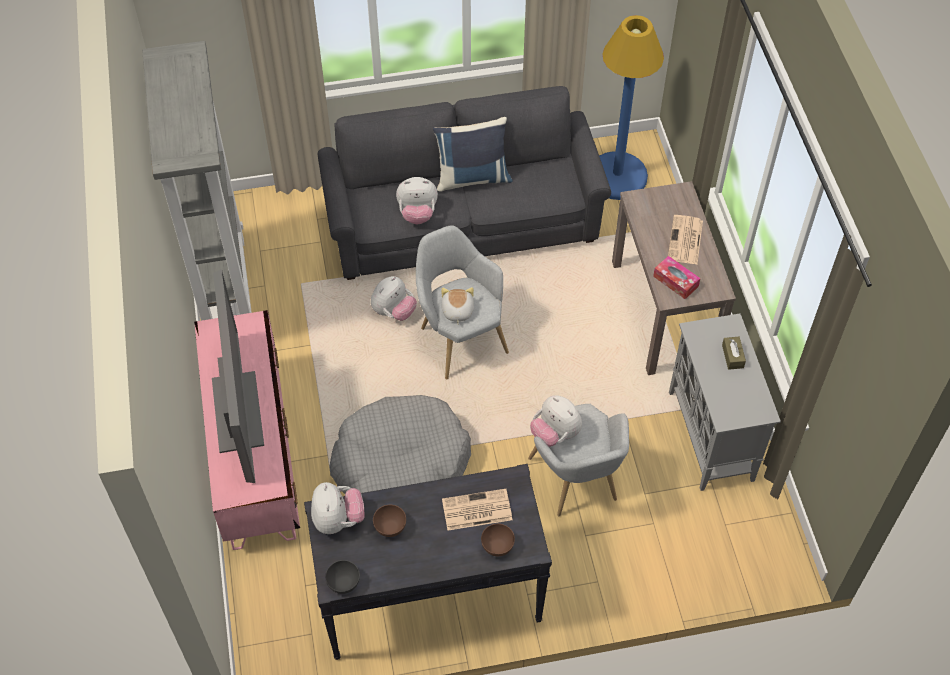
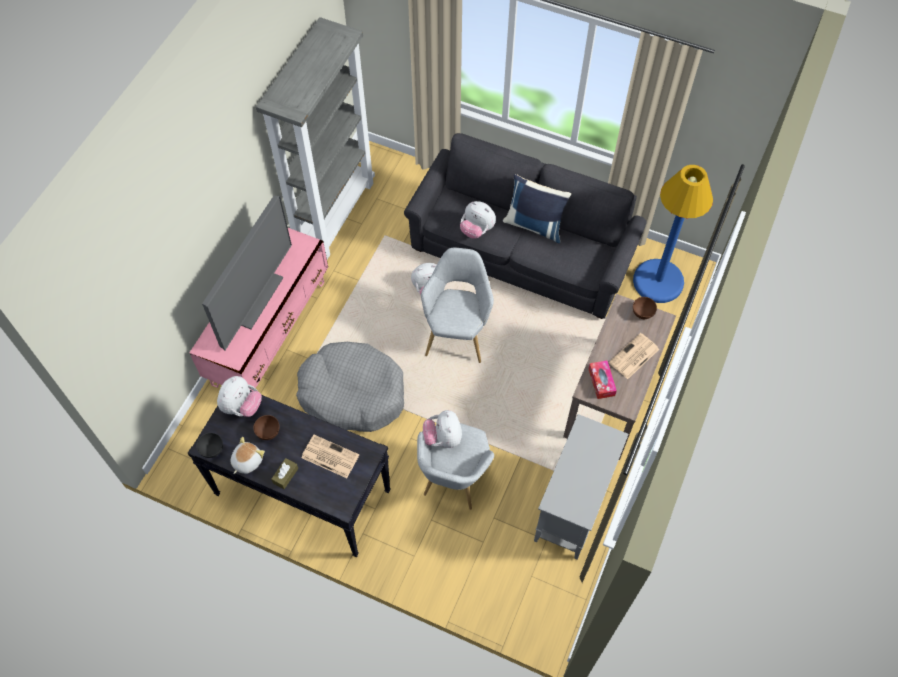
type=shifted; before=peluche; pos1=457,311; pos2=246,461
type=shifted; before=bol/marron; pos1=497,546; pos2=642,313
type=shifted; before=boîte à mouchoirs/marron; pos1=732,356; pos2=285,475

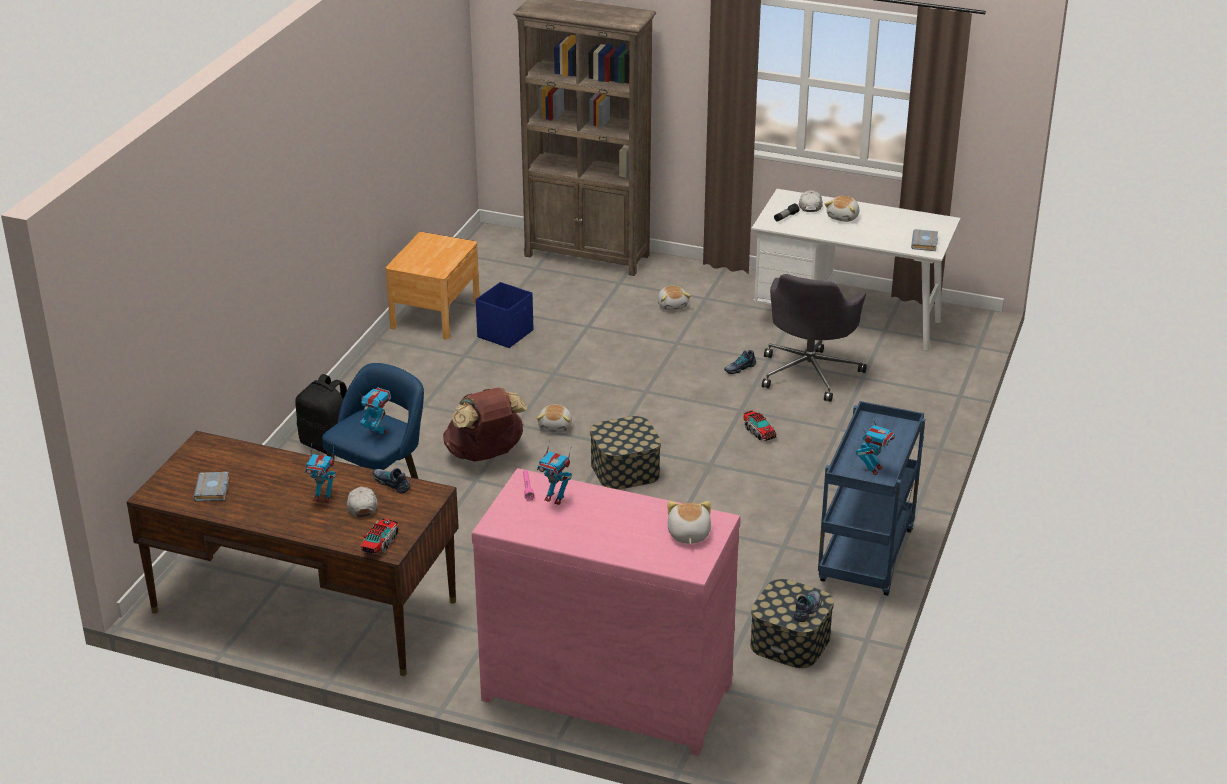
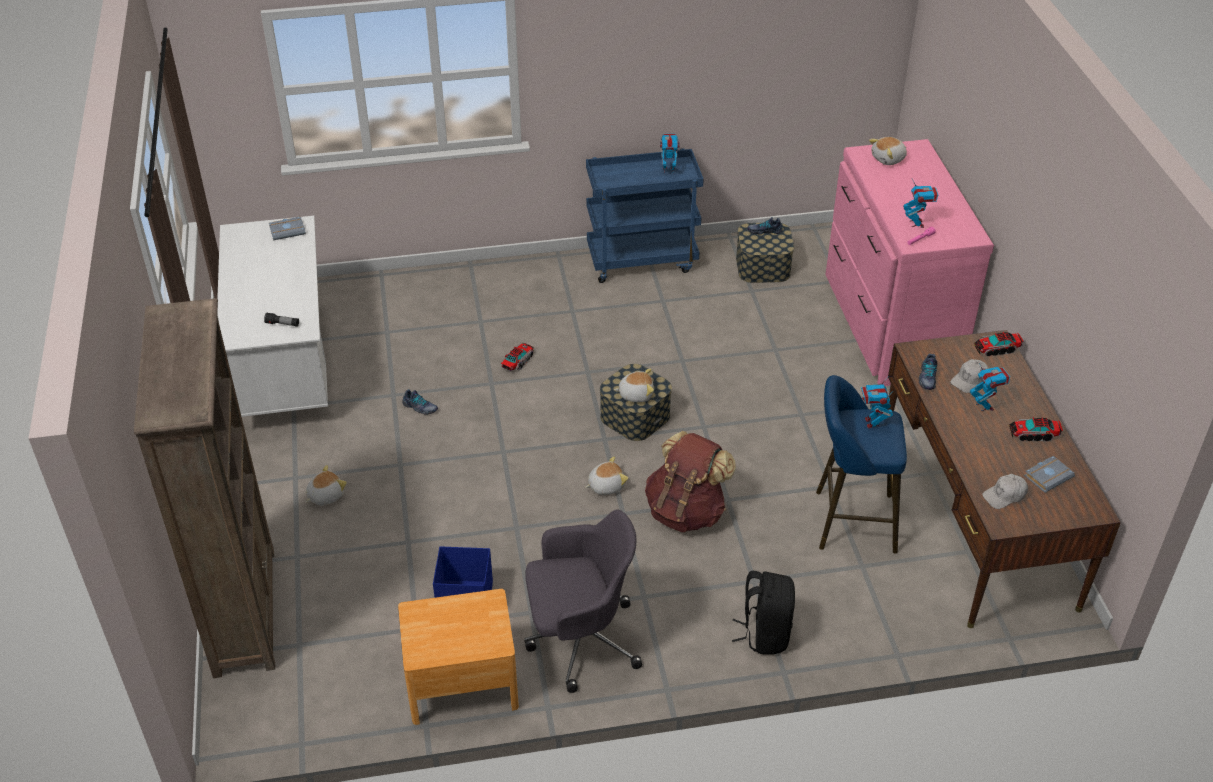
type=shifted; before=chaise de bureau/gris; pos1=810,372; pos2=580,639
type=shifted; before=casquette/blanc; pos1=810,206; pos2=1005,496
type=shifted; before=peluche; pos1=843,217; pos2=635,394
type=new; after=camion jouet; pos2=1033,434

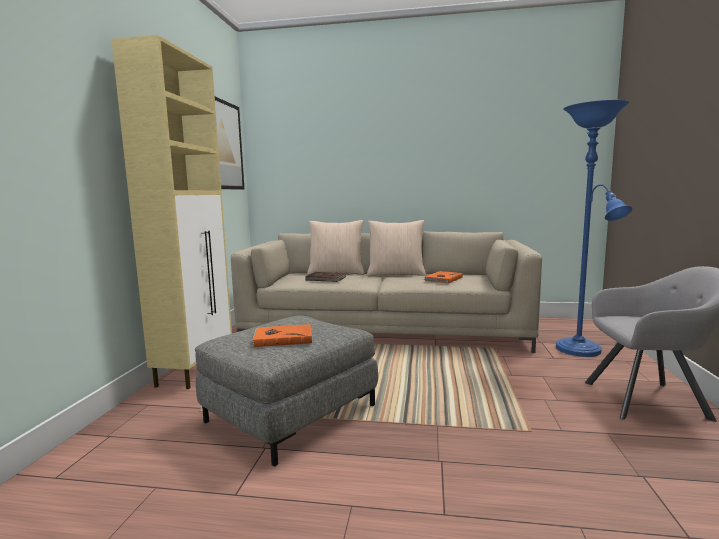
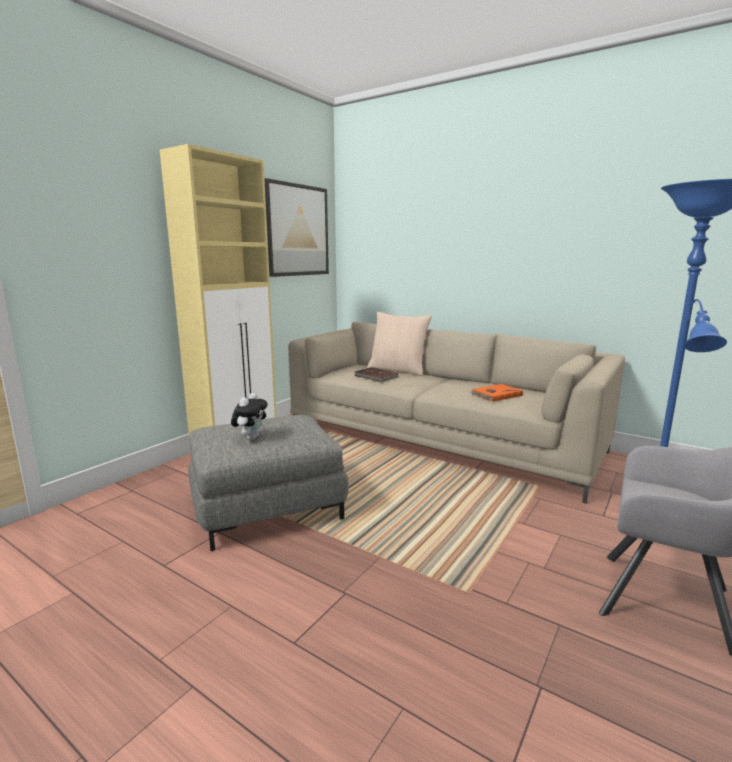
type=swapped; before=livre/orange; after=peluche; pos1=283,338; pos2=251,438
type=gone; before=coussin/beige; pos1=396,274

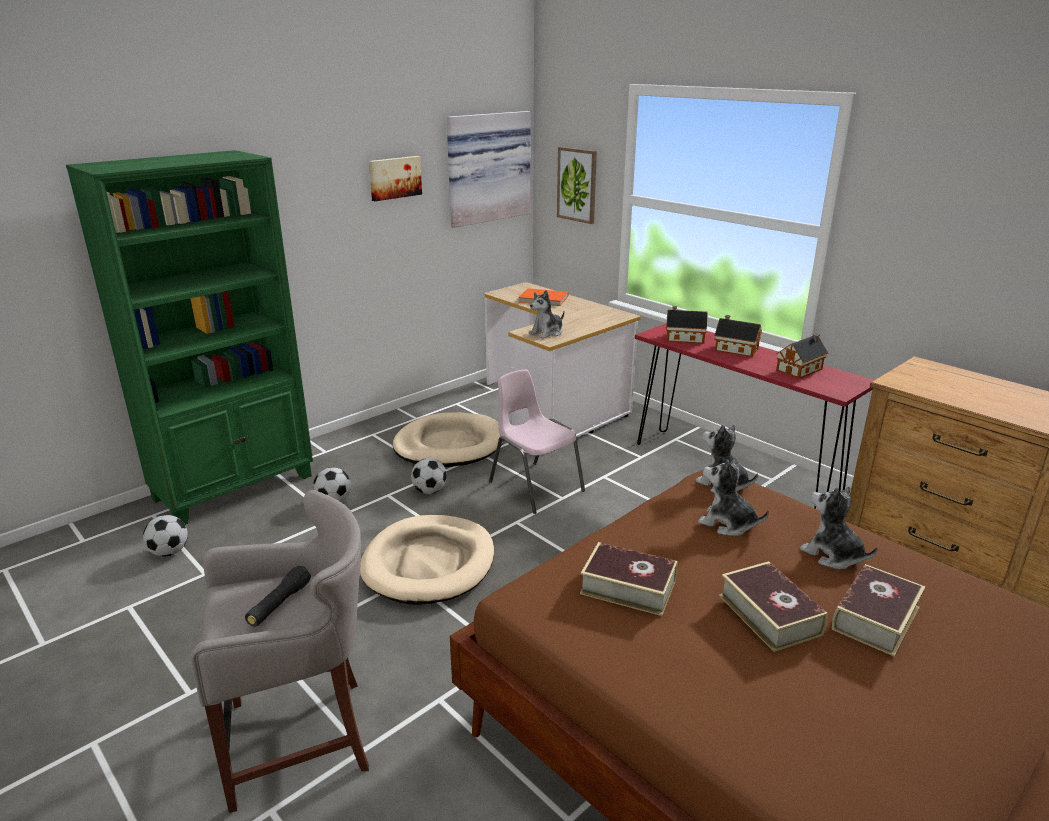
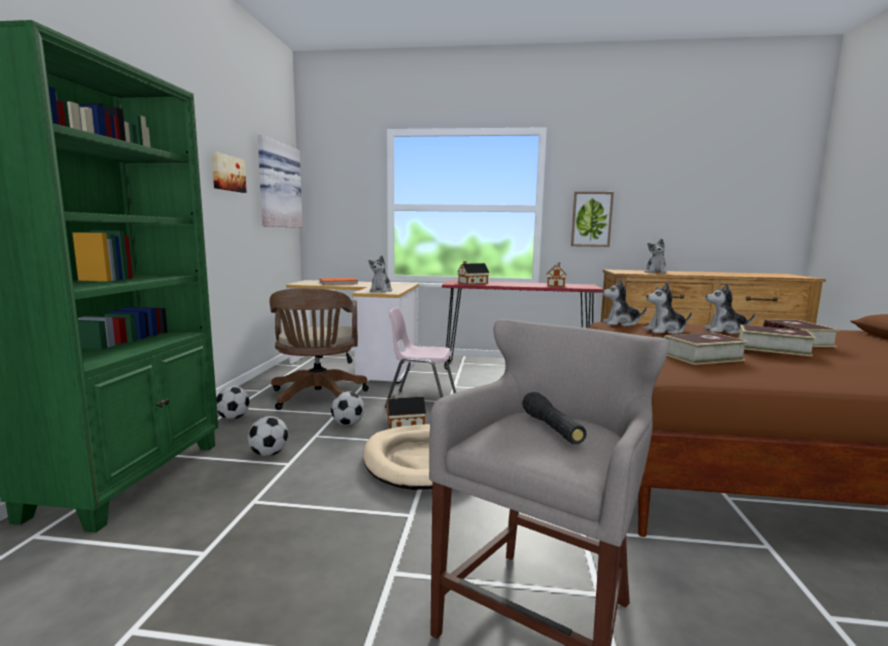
type=shifted; before=ballon de foot; pos1=170,552; pos2=233,418
type=swapped; before=panier pour chien/beige; after=chaise de bureau/marron; pos1=449,445; pos2=317,397
type=shifted; before=tableau; pos1=577,185; pos2=591,219
type=shifted; before=maison miniature; pos1=734,349; pos2=404,424
type=new; after=peluche; pos2=655,272

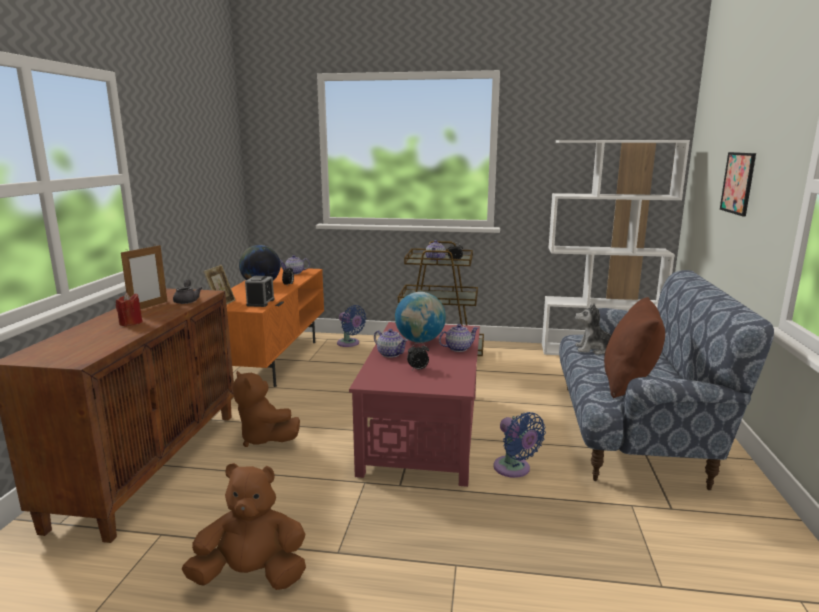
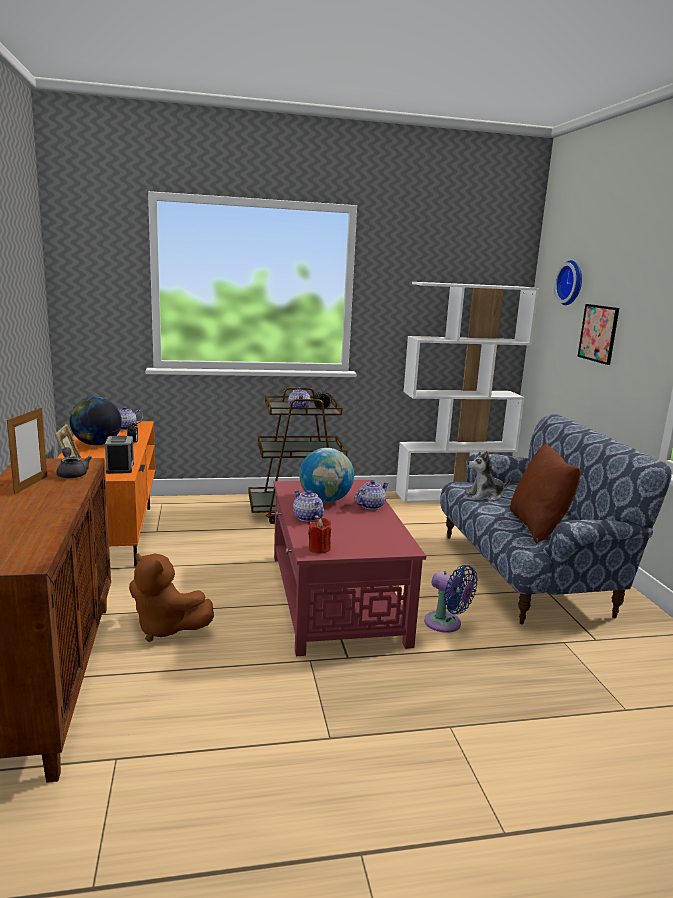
type=shifted; before=bougie/rouge; pos1=131,323; pos2=319,549
type=gone; before=peluche/marron; pos1=252,575
type=gone; before=ventilateur/bleu; pos1=349,343
type=rotated; before=théière; pos1=390,354; pos2=307,518; turn=-150
type=gone; before=réveil; pos1=418,369
type=new; after=horloge murale; pos2=572,283

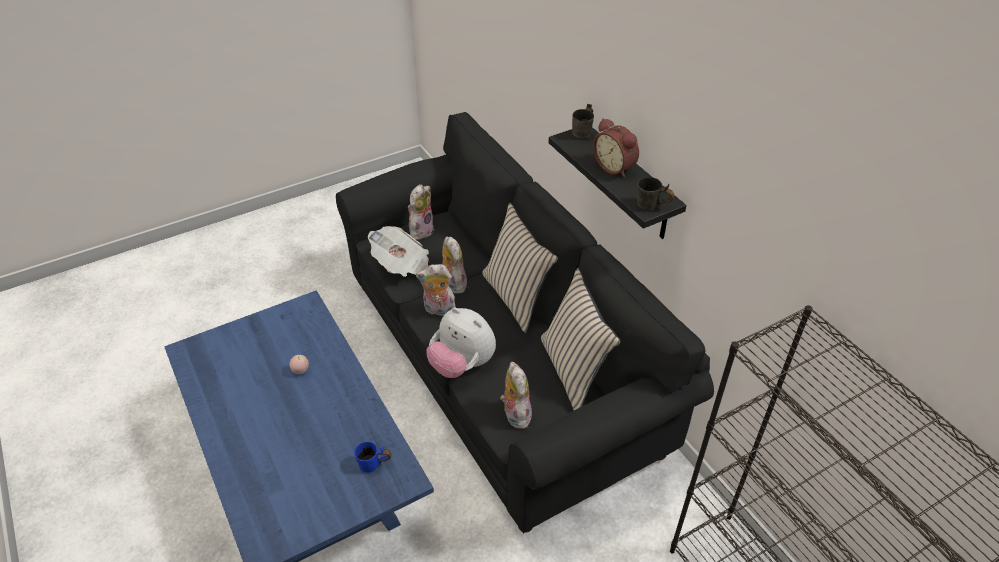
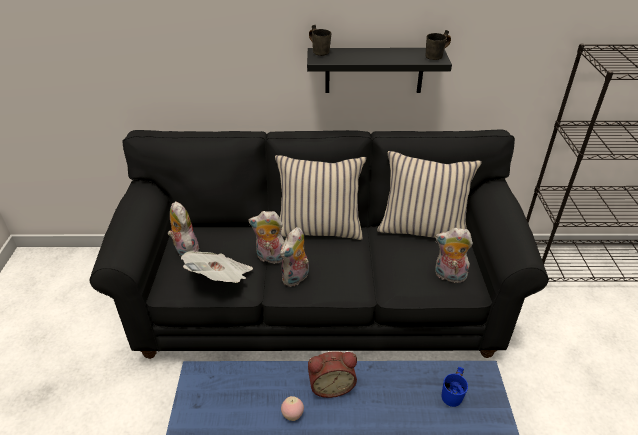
type=gone; before=peluche; pos1=462,365
type=shifted; before=réveil; pos1=615,167; pos2=331,385

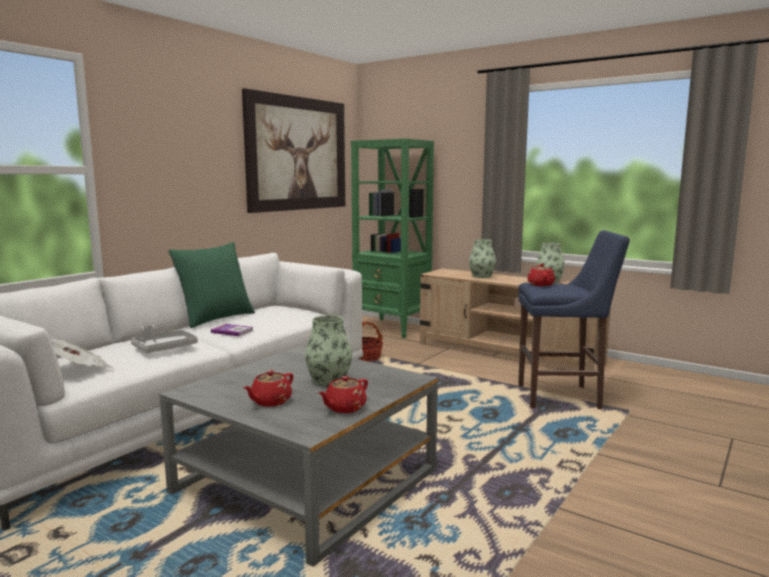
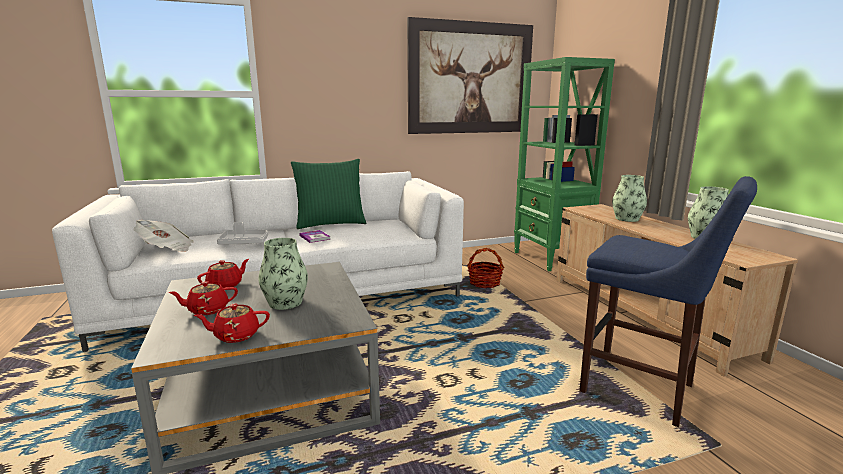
type=shifted; before=théière/rouge; pos1=540,284; pos2=226,285

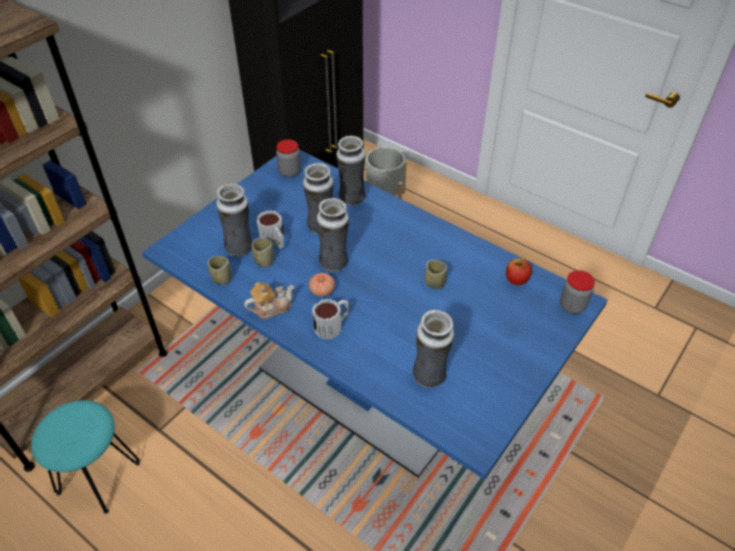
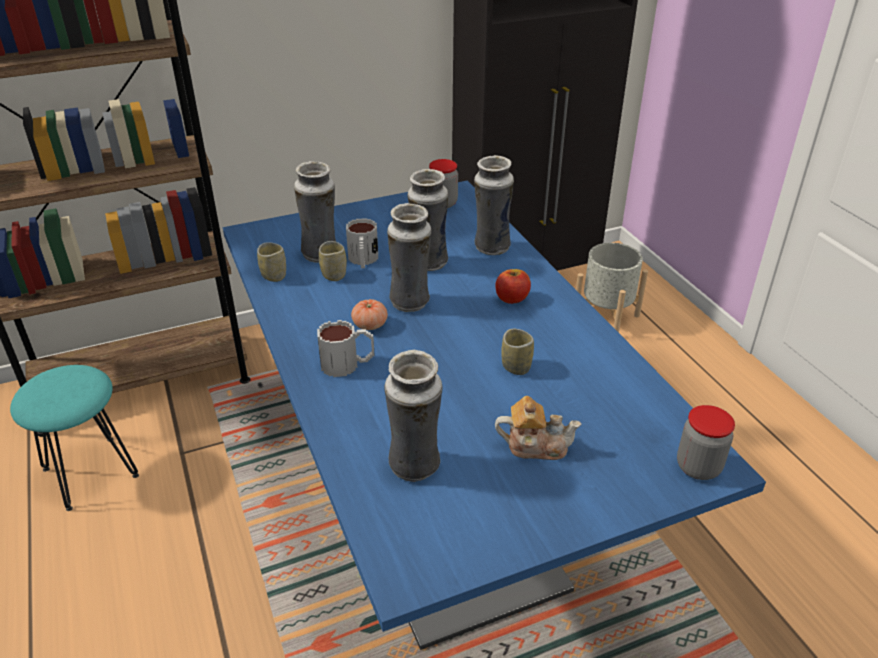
type=shifted; before=théière; pos1=271,308; pos2=535,445
type=shifted; before=pomme; pos1=516,279; pos2=512,298

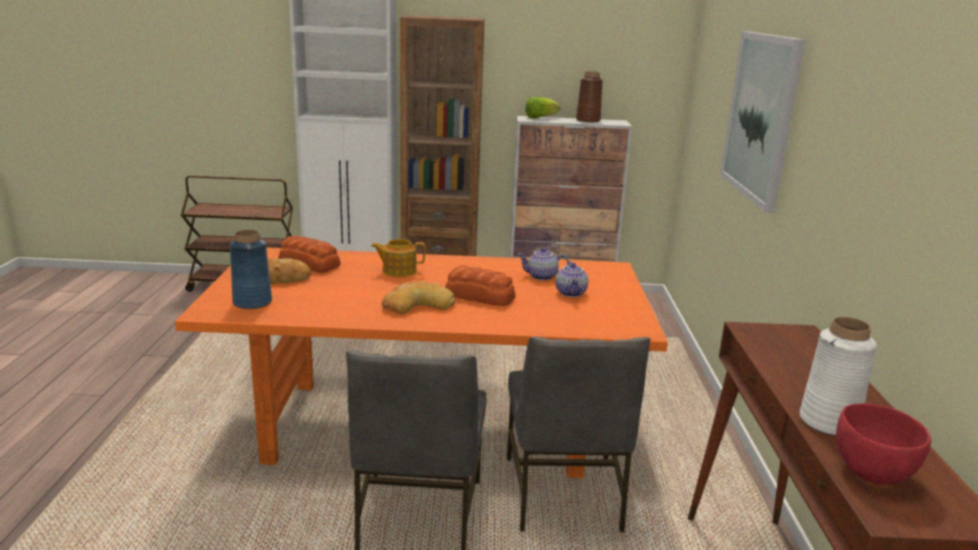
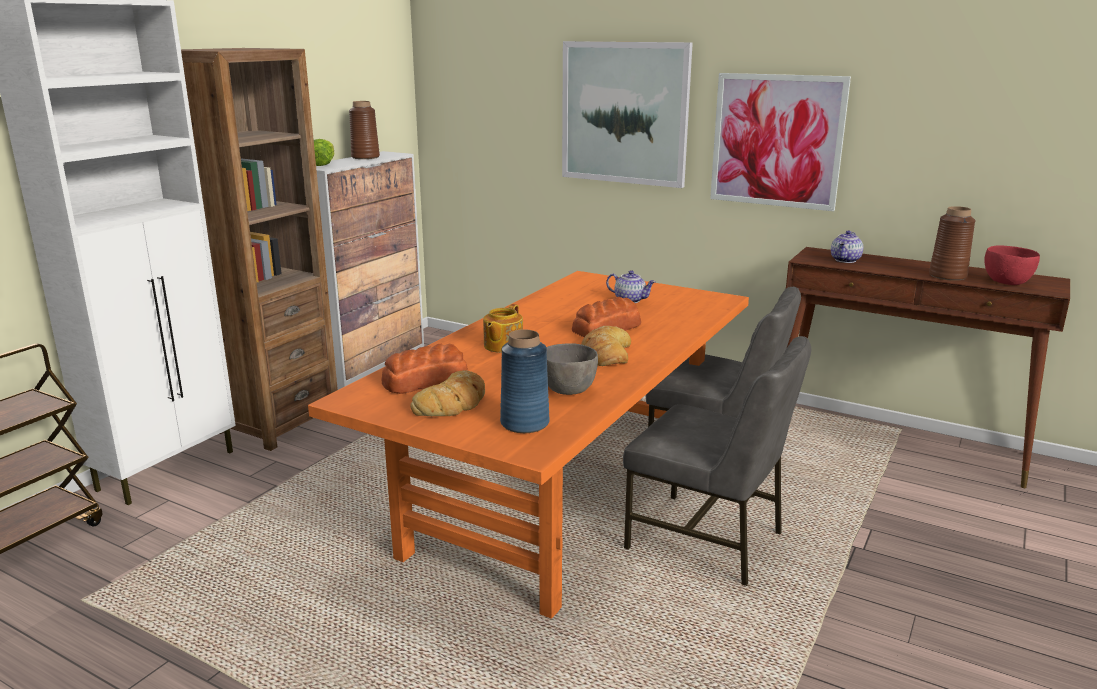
type=shifted; before=théière; pos1=541,277; pos2=846,260
type=repainted; before=vase/blanc; after=vase/marron; pos1=829,422; pos2=947,276
type=new; after=bol/gris; pos2=568,390
type=new; after=tableau; pos2=776,141

